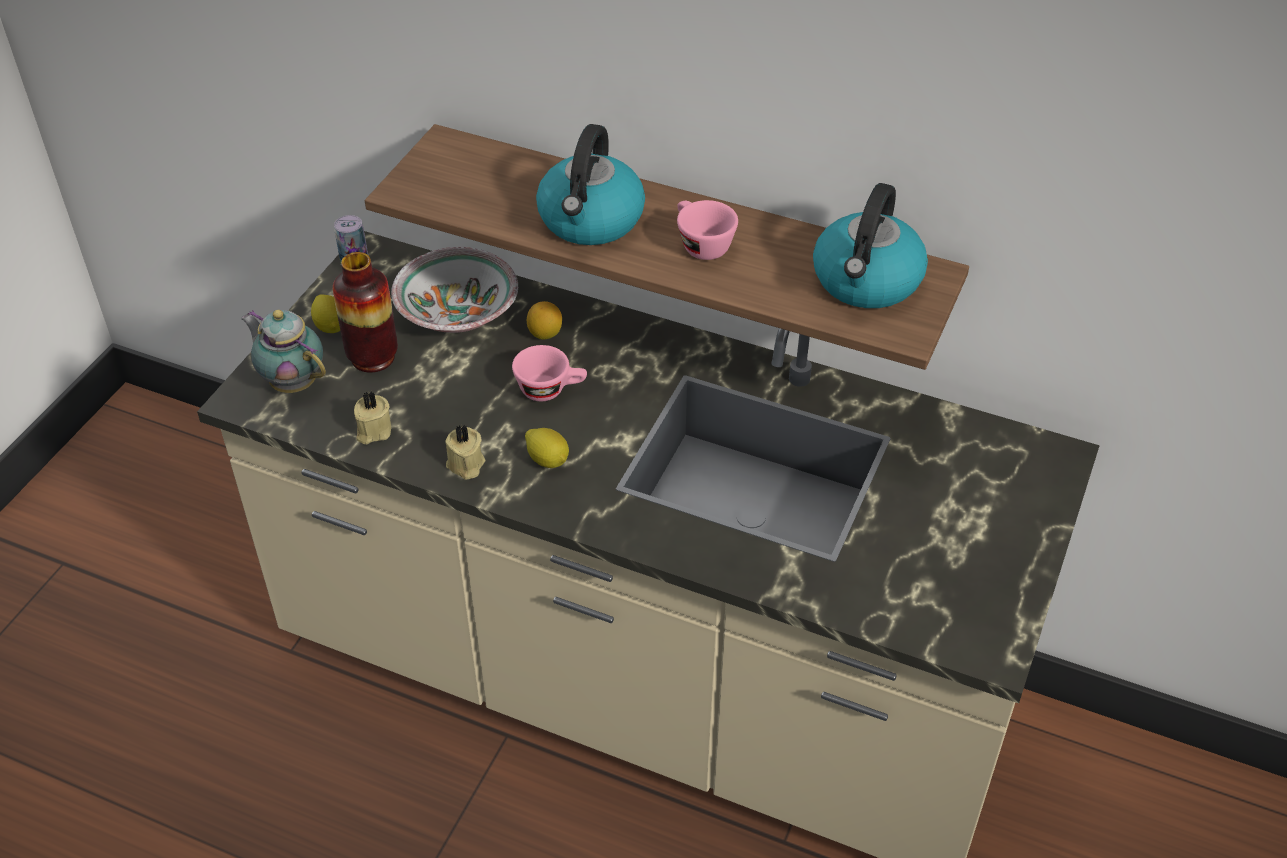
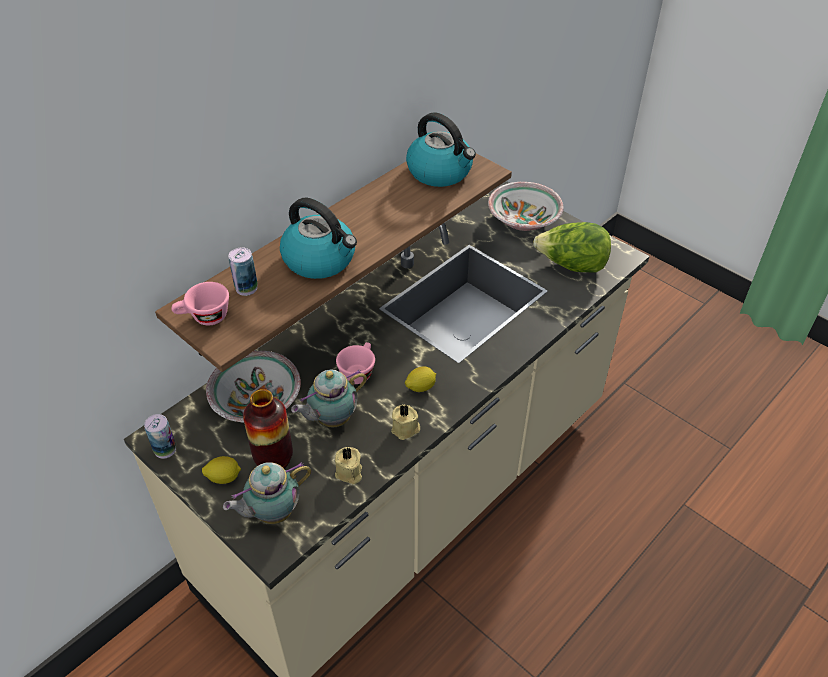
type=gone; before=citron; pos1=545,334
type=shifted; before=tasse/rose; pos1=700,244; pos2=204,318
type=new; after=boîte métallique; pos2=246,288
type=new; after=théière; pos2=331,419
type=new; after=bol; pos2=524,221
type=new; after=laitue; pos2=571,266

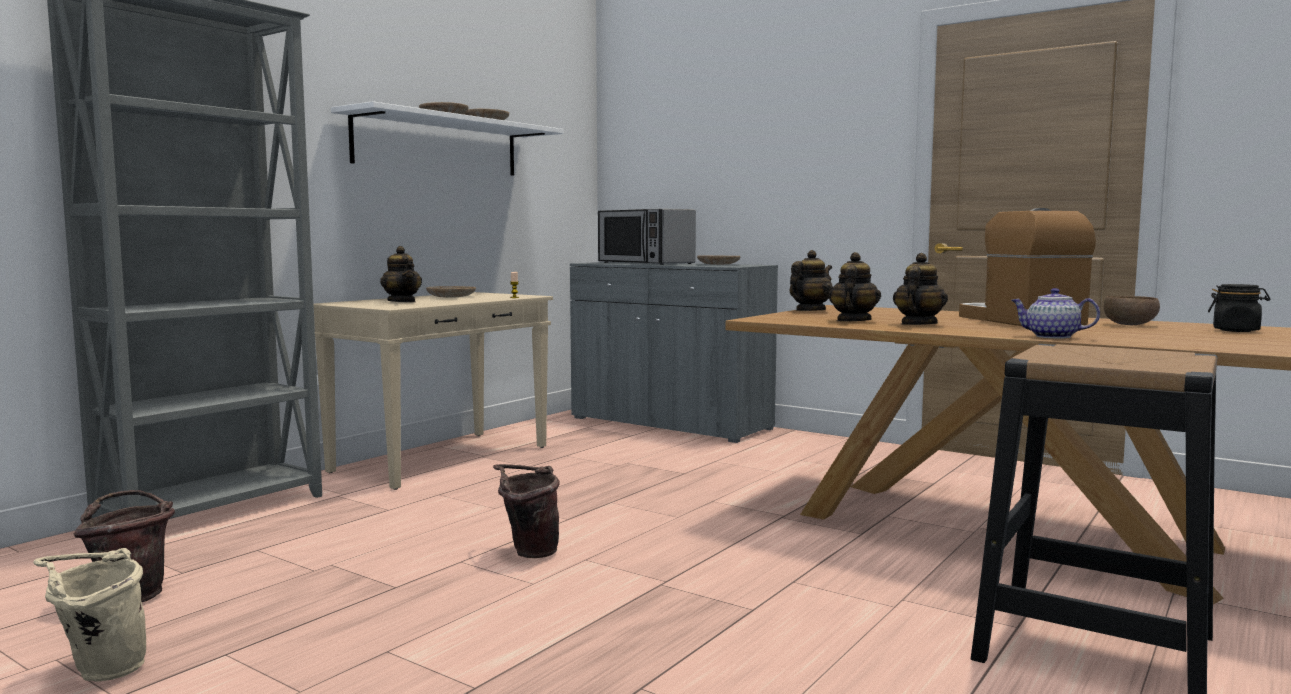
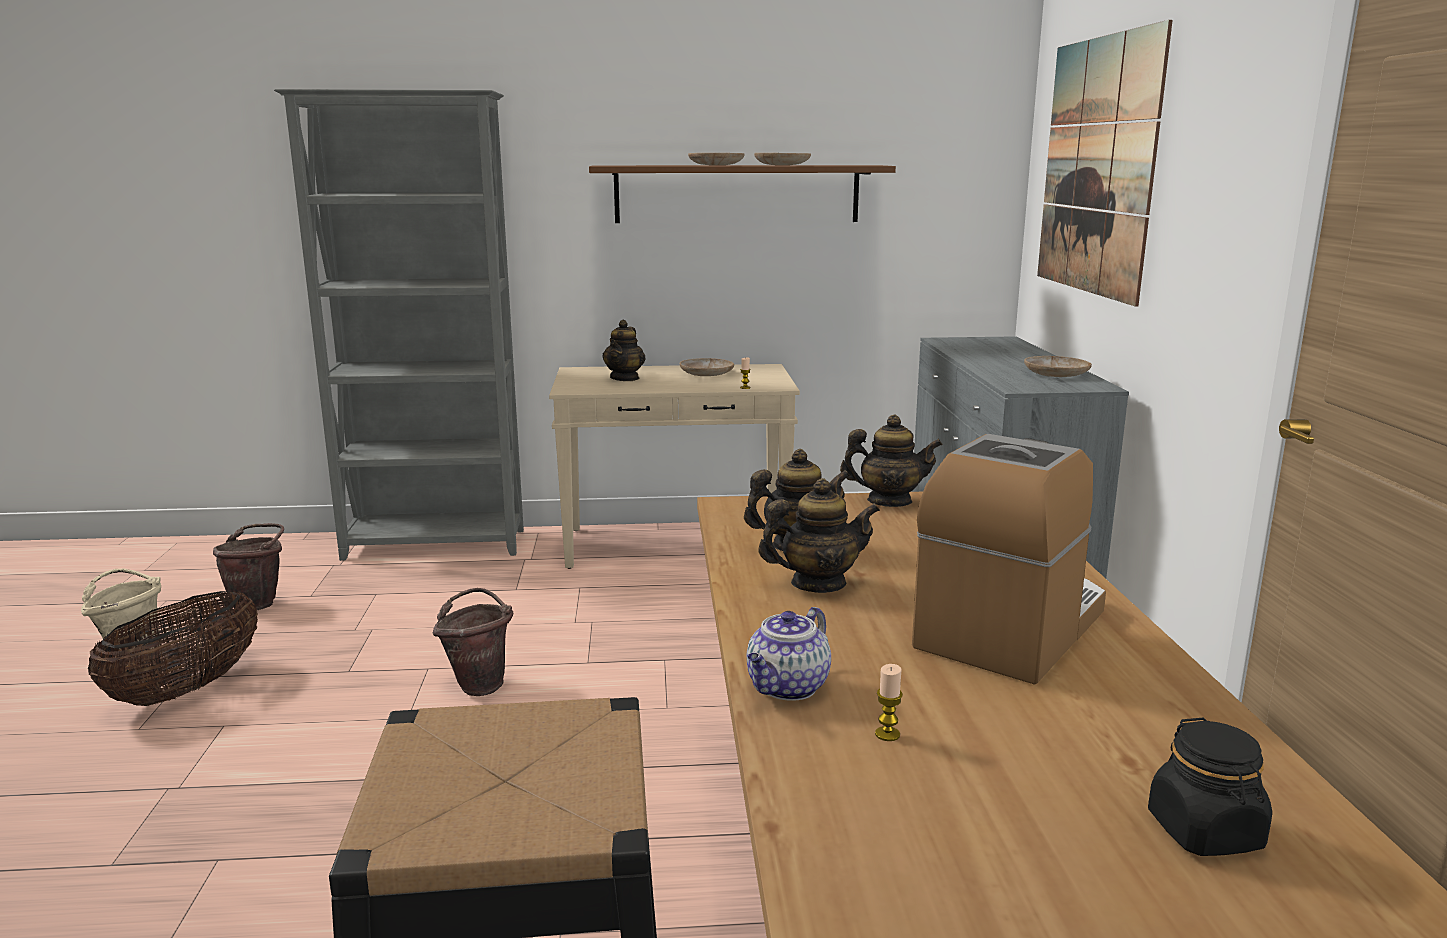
type=repainted; before=étagère/blanc; after=étagère/marron; pos1=438,145; pos2=737,194
type=gone; before=micro-ondes; pos1=645,263
type=rotated; before=théière; pos1=1051,336; pos2=787,688; turn=-135
type=gone; before=bol/marron; pos1=1130,325
type=new; after=panier; pos2=186,689
type=new; after=bougie; pos2=887,734
type=new; after=tableau; pos2=1098,166

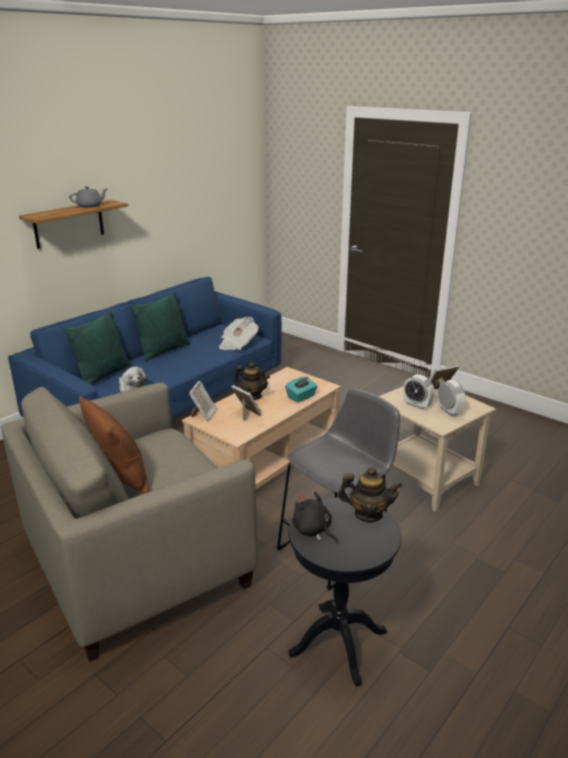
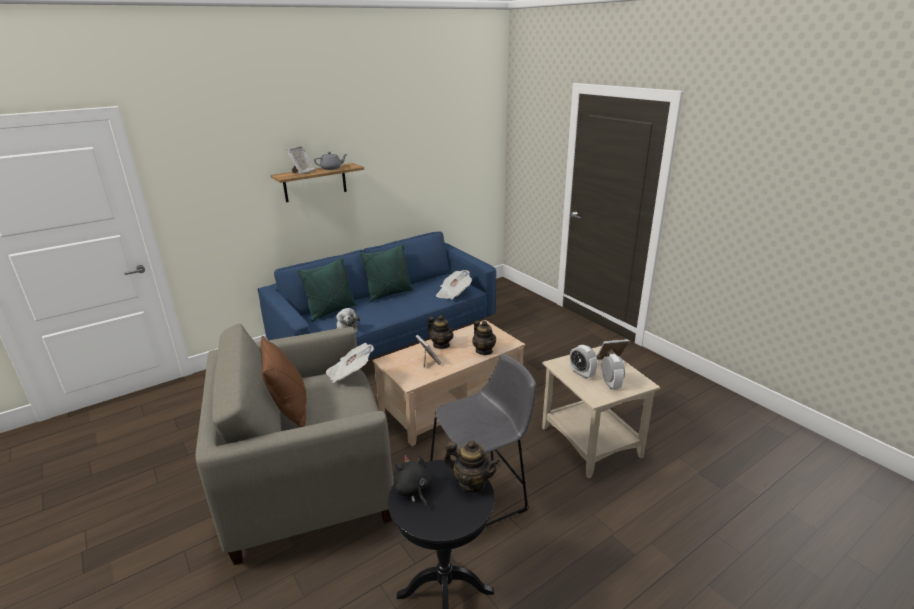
type=shifted; before=cadre photo; pos1=203,415; pos2=302,172
type=swapped; before=boîte à mouchoirs/turquoise; after=théière; pos1=301,397; pos2=484,351
type=new; after=journal; pos2=350,373

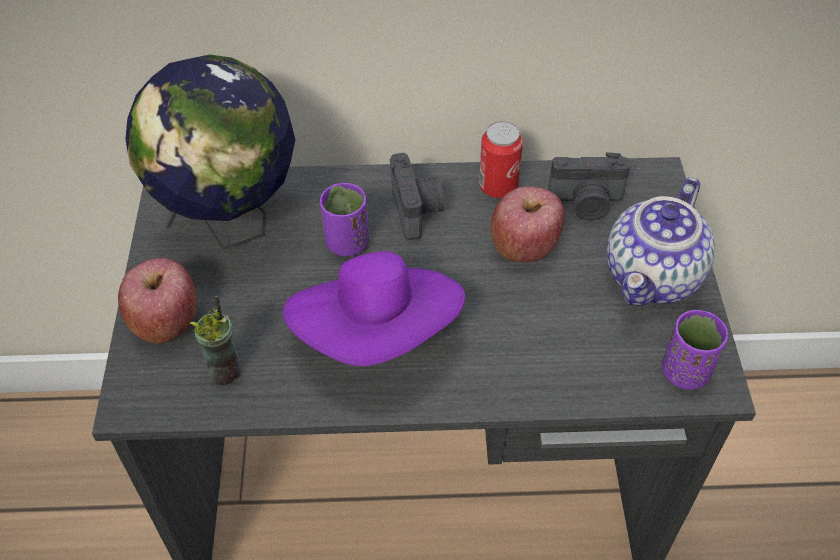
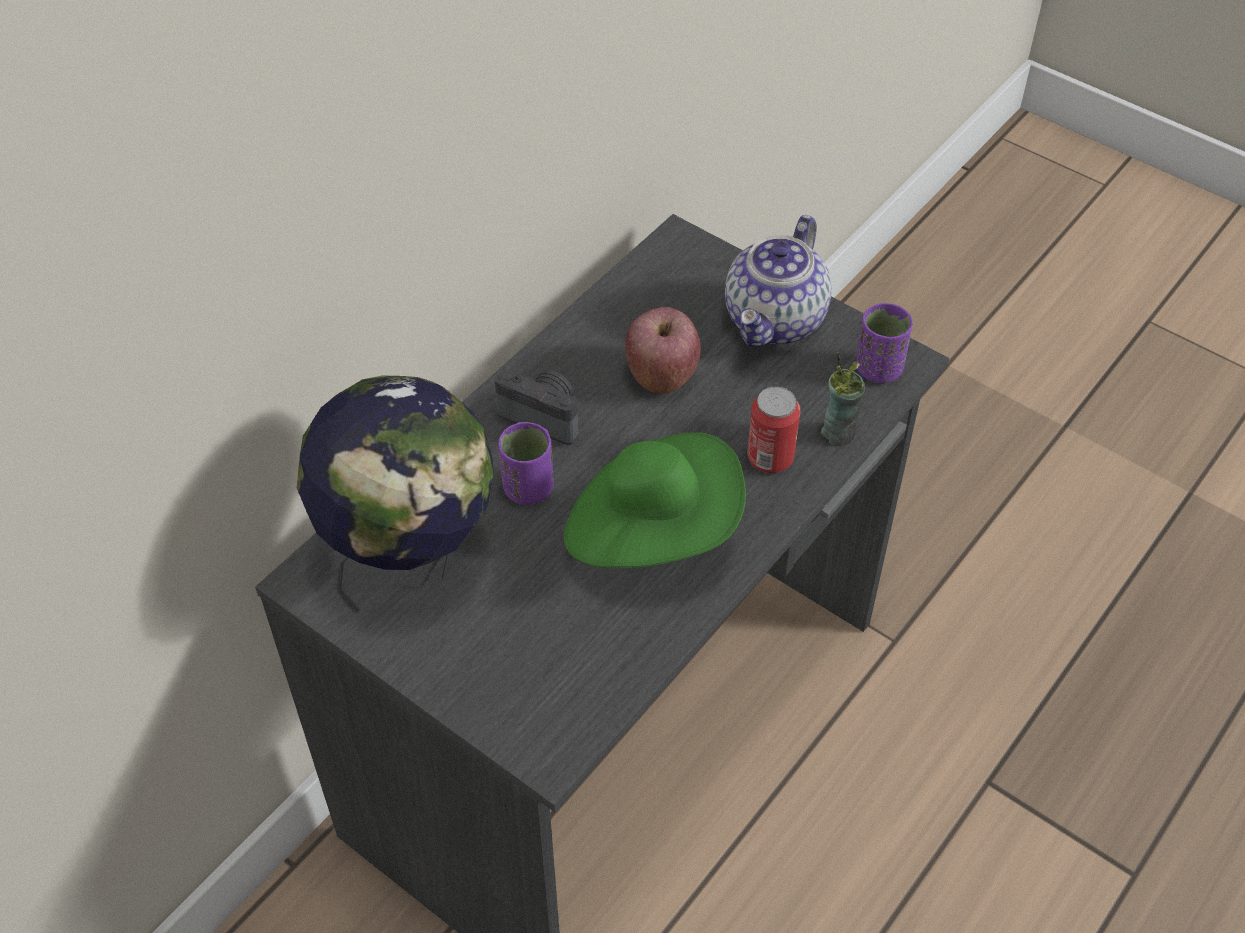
type=gone; before=pomme; pos1=166,322
type=shifted; before=tasse; pos1=225,371; pos2=838,433
type=repainted; before=chapeau/violet; after=chapeau/vert; pos1=378,333; pos2=653,530
type=shifted; before=boîte métallique; pos1=498,187; pos2=770,458
type=gone; before=appareil photo; pos1=586,203
type=rotated; before=théière; pos1=653,277; pos2=776,321; turn=45

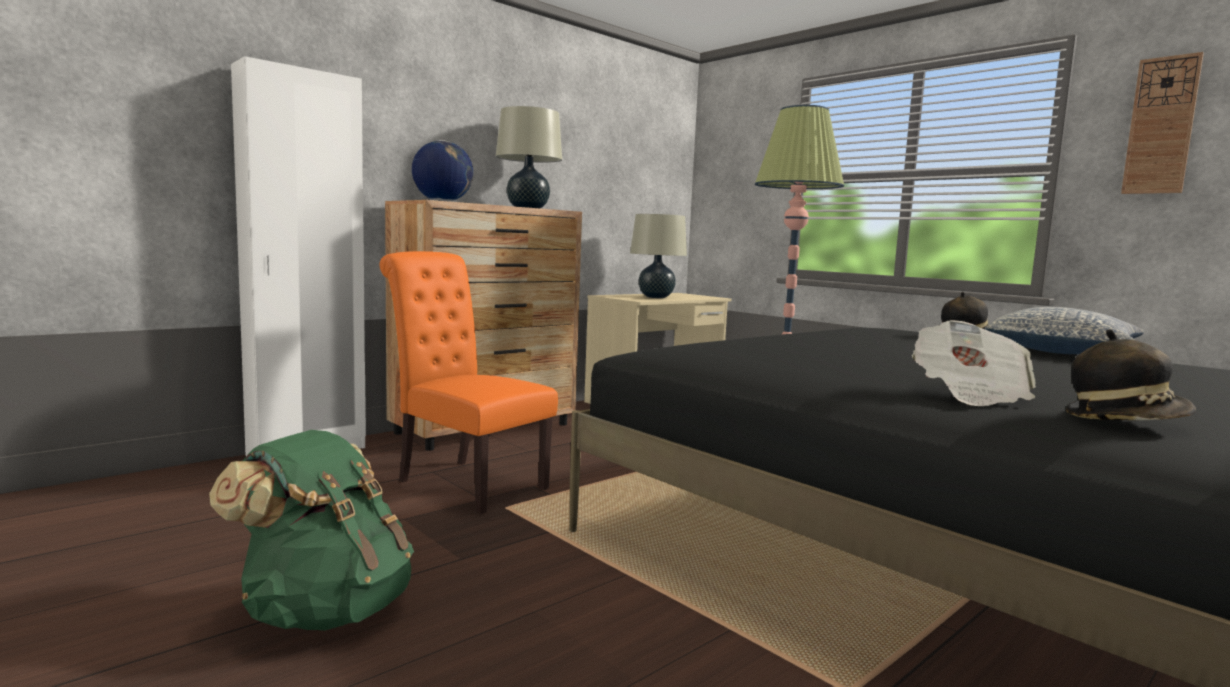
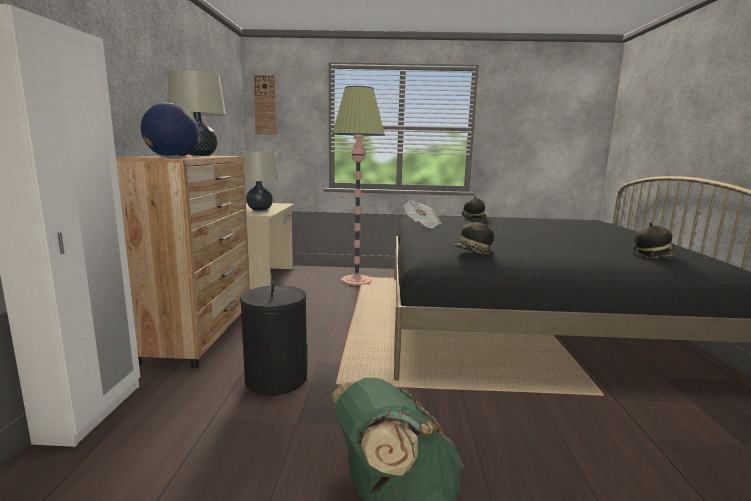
type=swapped; before=chaise/orange; after=panier à linge/noir; pos1=465,482; pos2=276,379
type=shifted; before=journal; pos1=969,394; pos2=422,225
type=gone; before=coussin; pos1=1062,352
type=shifted; before=horloge murale; pos1=1161,126; pos2=265,105
type=new; after=chapeau; pos2=472,253

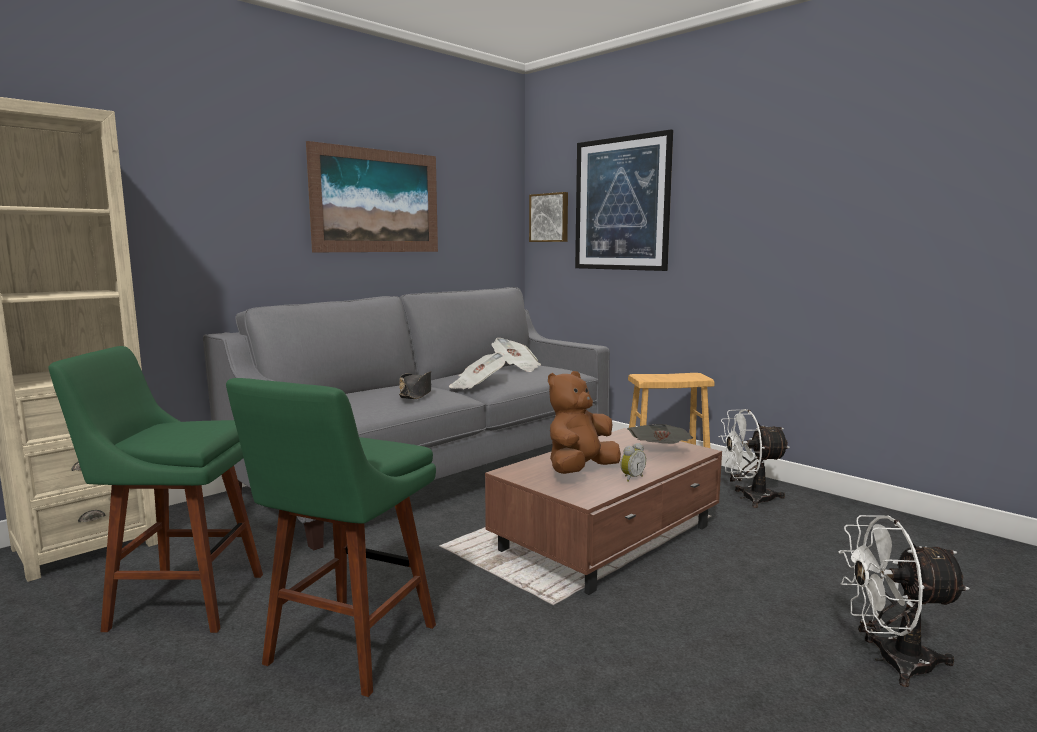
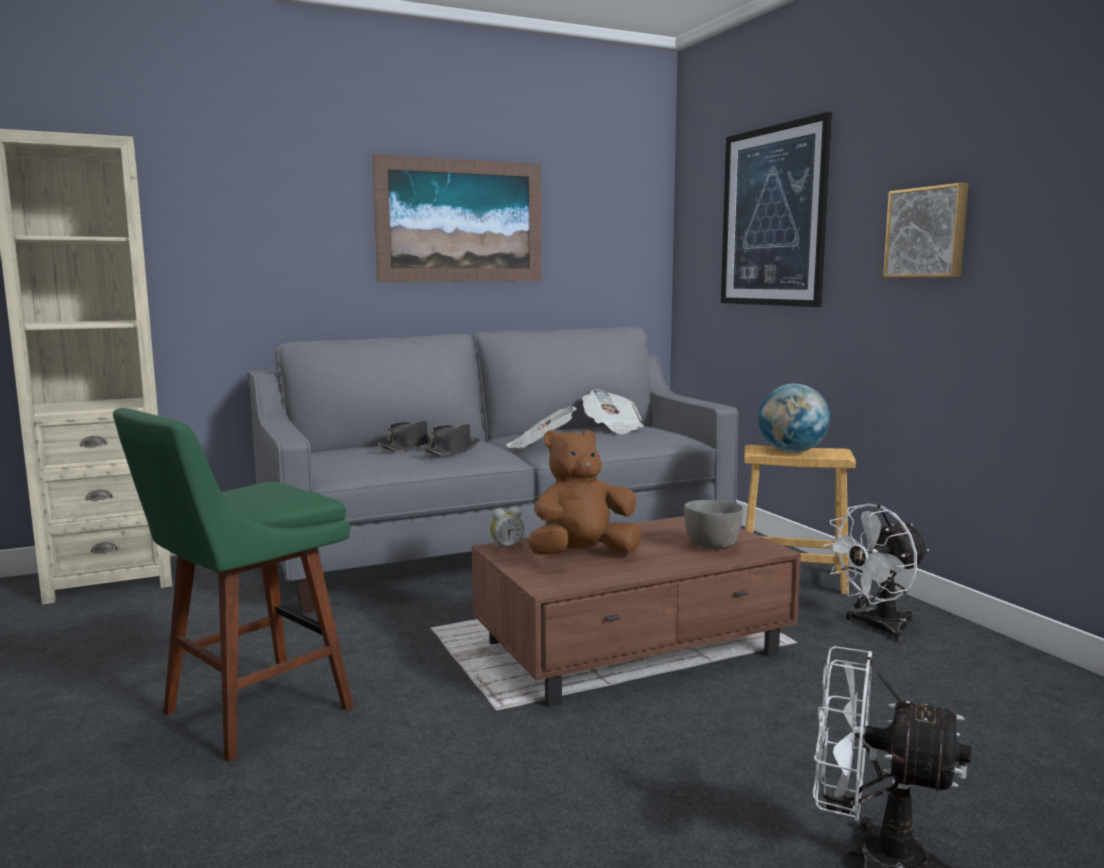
type=gone; before=tabouret/vert; pos1=180,601
type=shifted; before=tableau; pos1=549,217; pos2=927,232
type=shifted; before=réveil; pos1=631,478; pos2=506,547
type=swapped; before=journal; after=bol/gris; pos1=659,452; pos2=712,545
type=rotated; before=ventilateur/blanc; pos1=749,498; pos2=876,628; turn=-45
type=new; after=chapeau/noir; pos2=409,446
type=new; after=globe; pos2=791,452

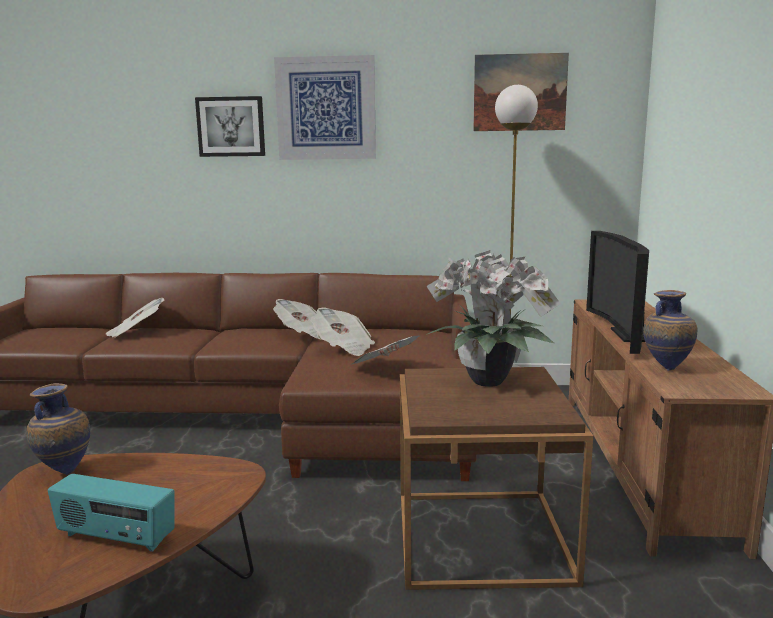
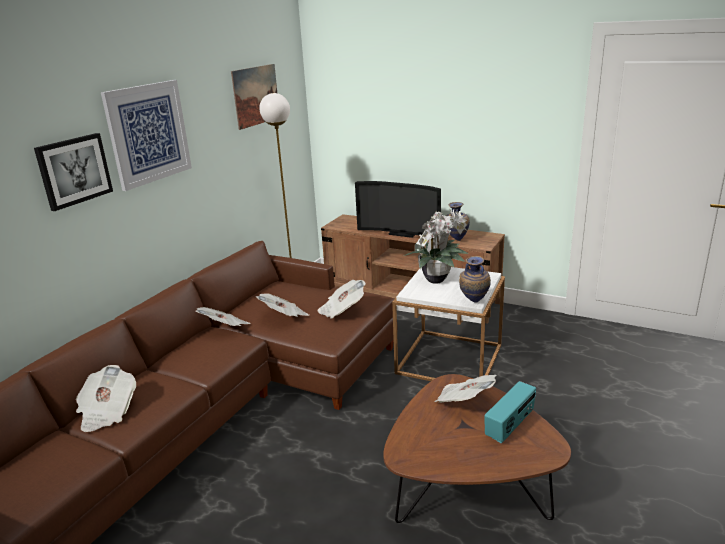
type=shifted; before=vase; pos1=64,472; pos2=473,303
type=repainted; before=table d'appoint/marron; after=table d'appoint/blanc; pos1=481,537; pos2=449,359
type=new; after=journal; pos2=464,402

